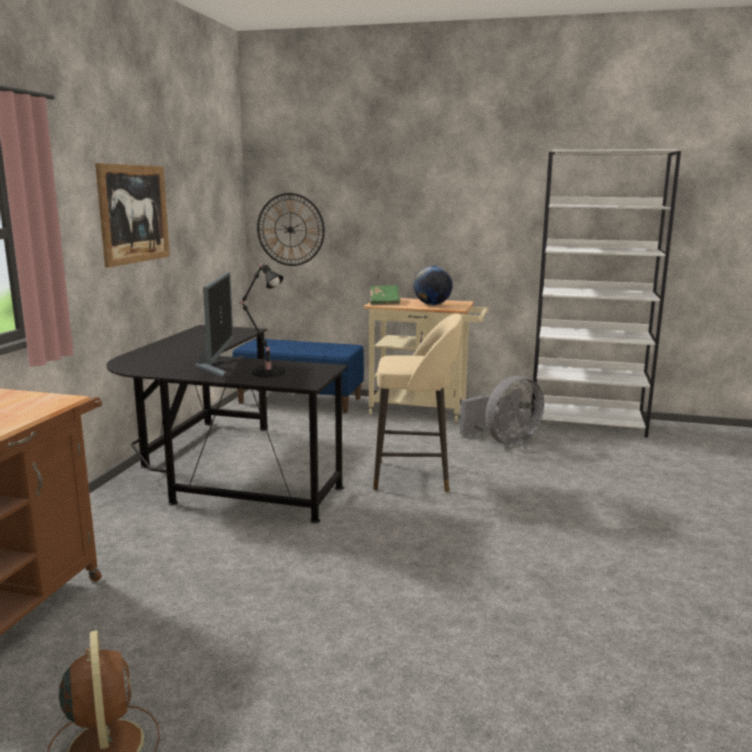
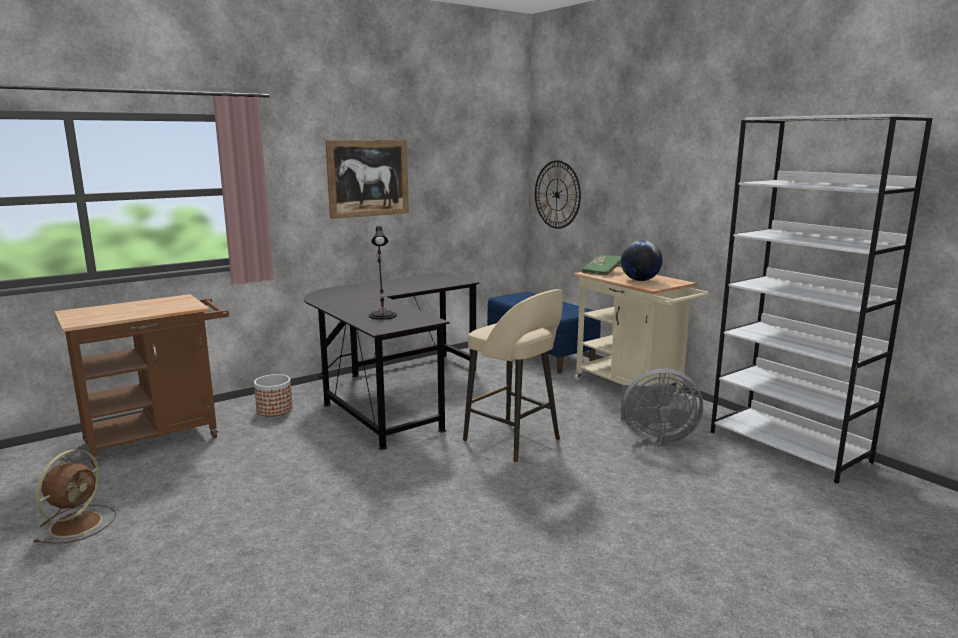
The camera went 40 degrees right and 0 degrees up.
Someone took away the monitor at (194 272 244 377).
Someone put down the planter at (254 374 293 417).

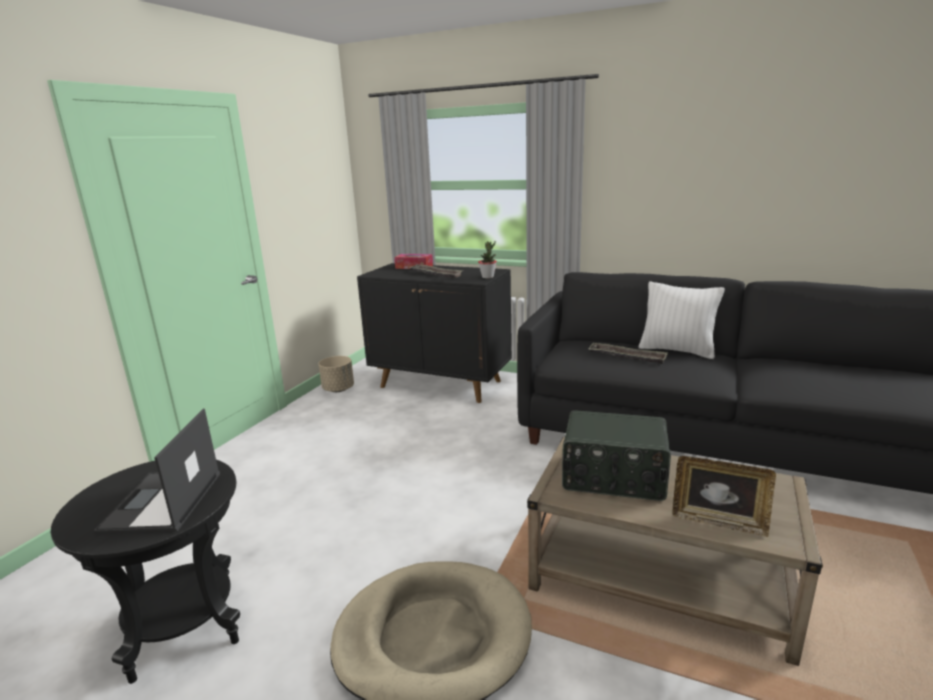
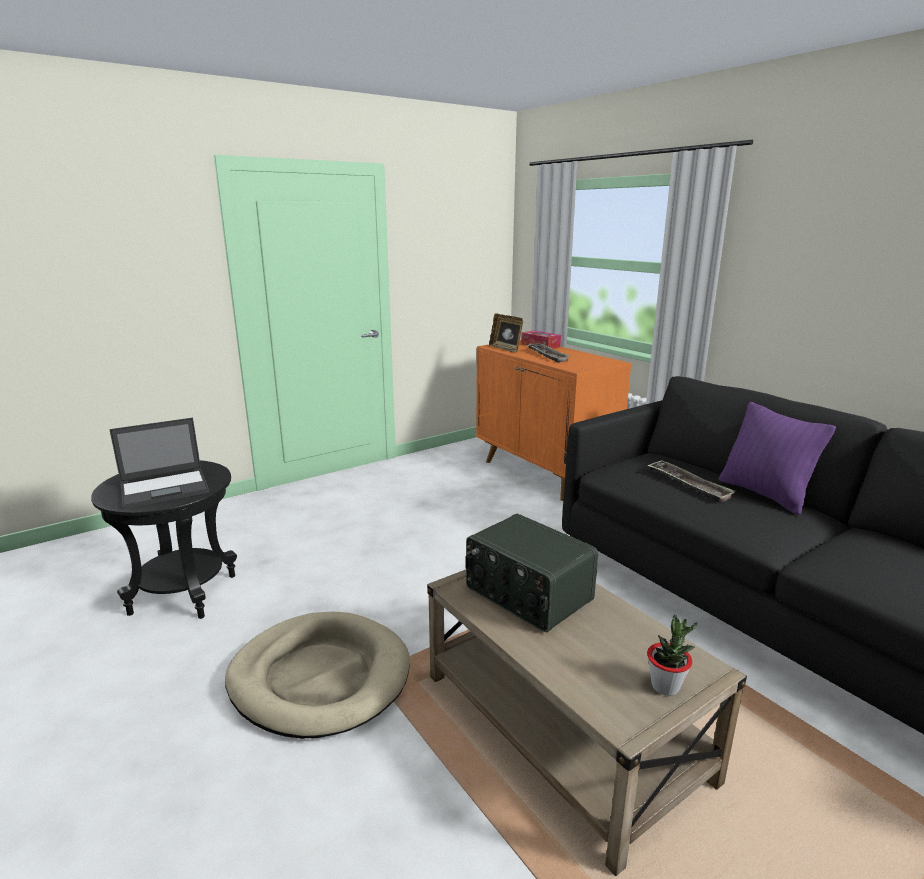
The camera went 30 degrees right and 0 degrees up.
Someone took away the planter in beige at (319 356 354 392).
Someone carried the potted plant from (478 241 497 278) to (647 614 698 696).
Someone carried the picture frame from (672 456 776 537) to (489 313 523 353).
Someone repainted the cabinet in black at (357 263 512 403), which became the cabinet in orange at (476 340 631 501).
Someone repainted the pillow in white at (639 282 725 359), which became the pillow in purple at (719 402 836 515).
Someone rotated the laptop at (94 409 220 534) by 150 degrees counterclockwise.

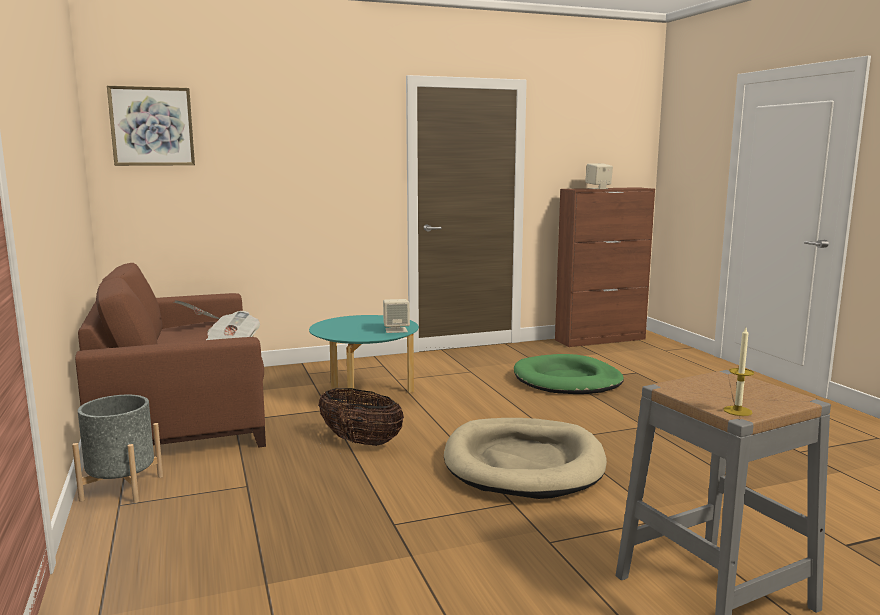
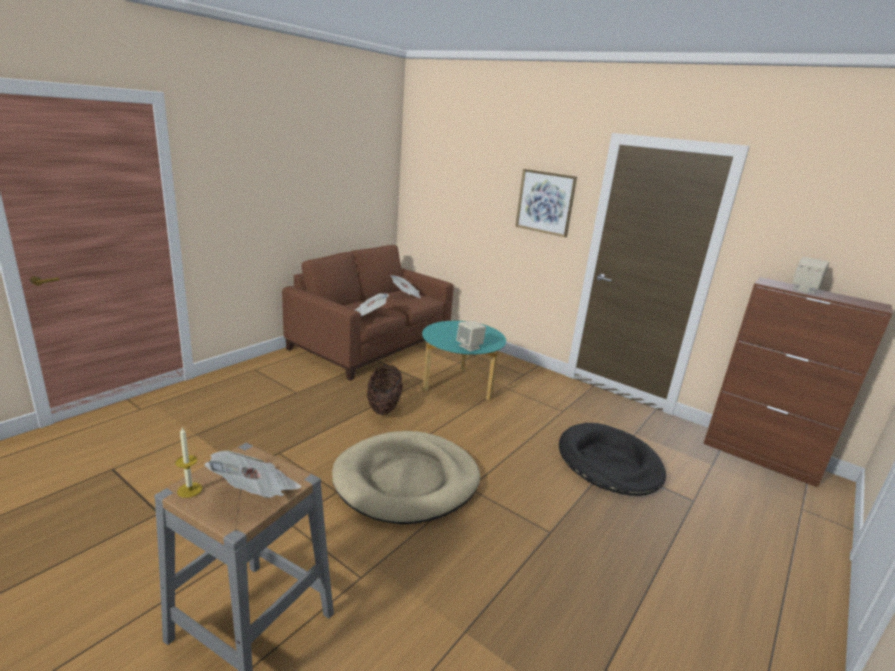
The camera went 55 degrees right and 10 degrees up.
Someone took away the planter in grey at (72 395 163 503).
Someone put down the newspaper at (204 450 301 498).
Someone carried the picture from (107 86 195 166) to (515 169 577 237).
Someone repainted the dog bed in green at (514 354 624 394), which became the dog bed in black at (559 423 666 496).

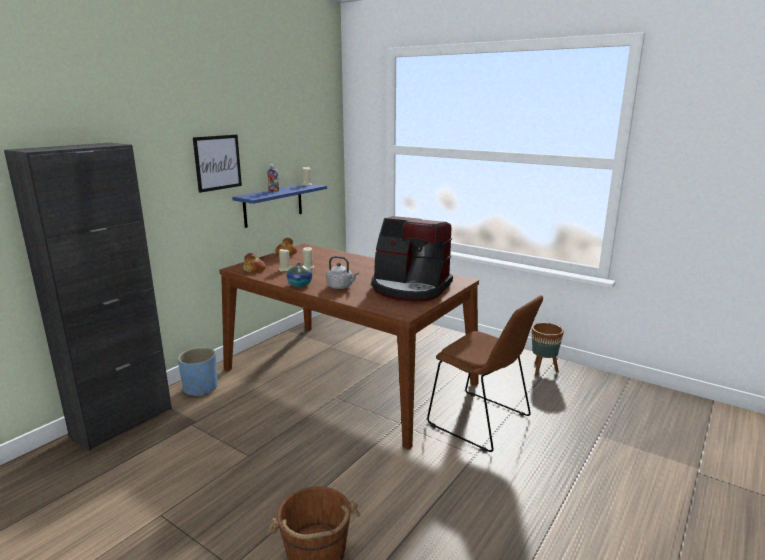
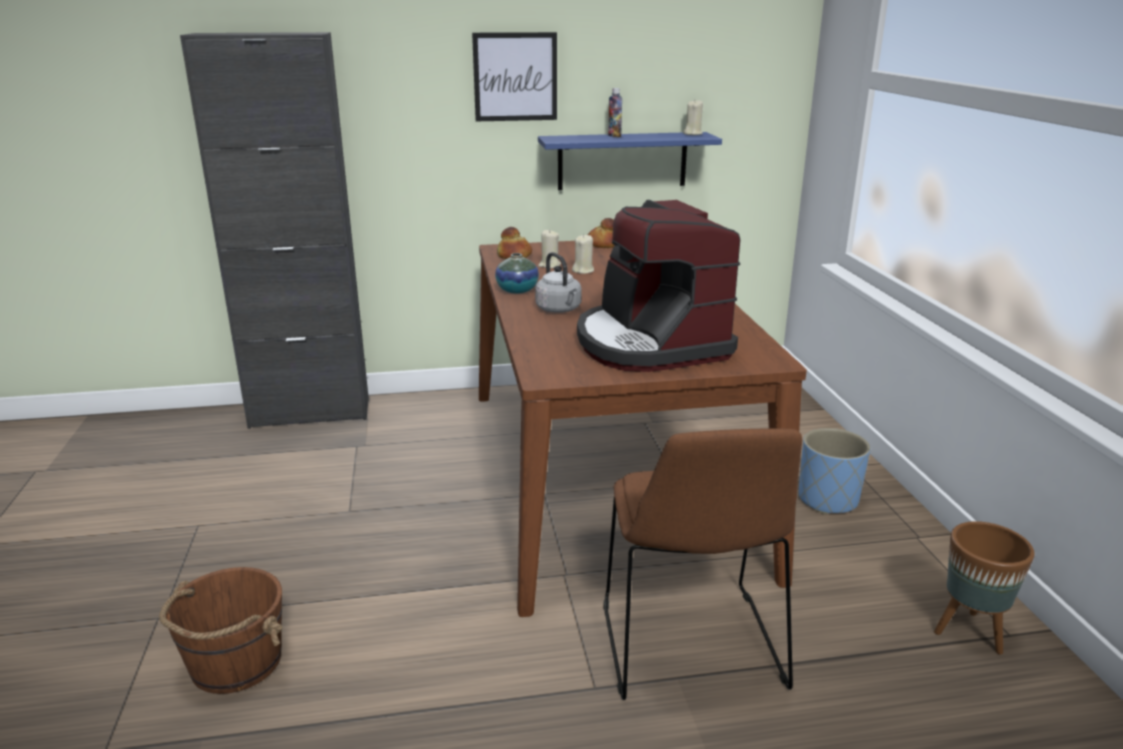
The camera went 45 degrees right and 5 degrees up.
Someone carried the planter in blue from (178 348 218 396) to (799 428 871 515).

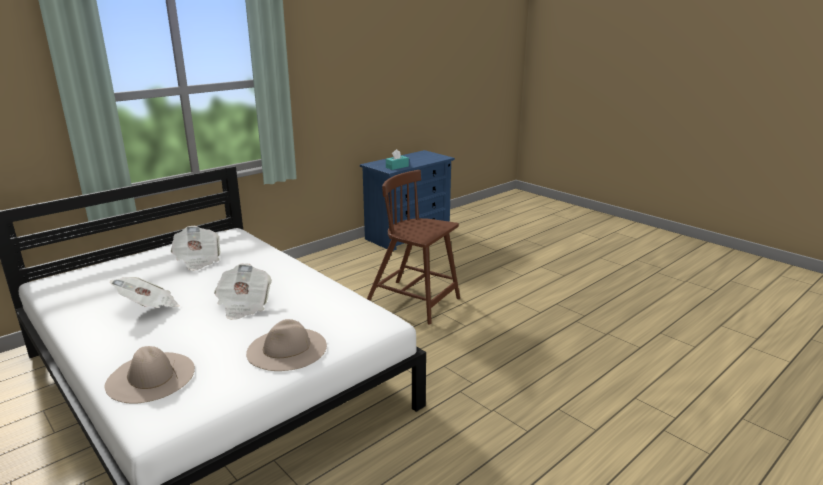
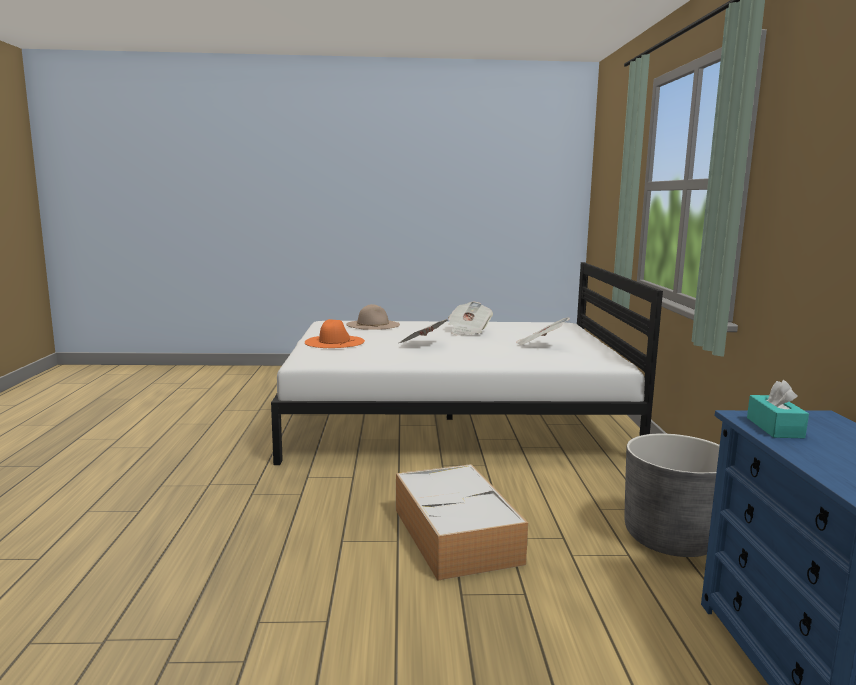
The camera went 130 degrees right and 10 degrees down.
Someone put down the planter in grey at (625 434 720 557).
Someone swapped the chair in brown at (367 170 460 325) for the storage box at (396 464 528 581).
Someone repainted the hat in beige at (246 319 327 371), which became the hat in orange at (305 319 365 348).

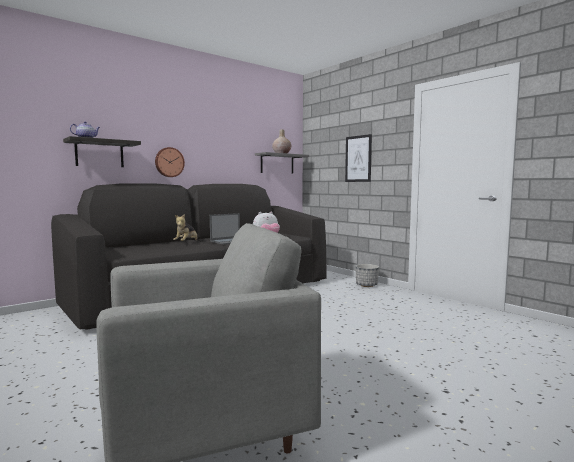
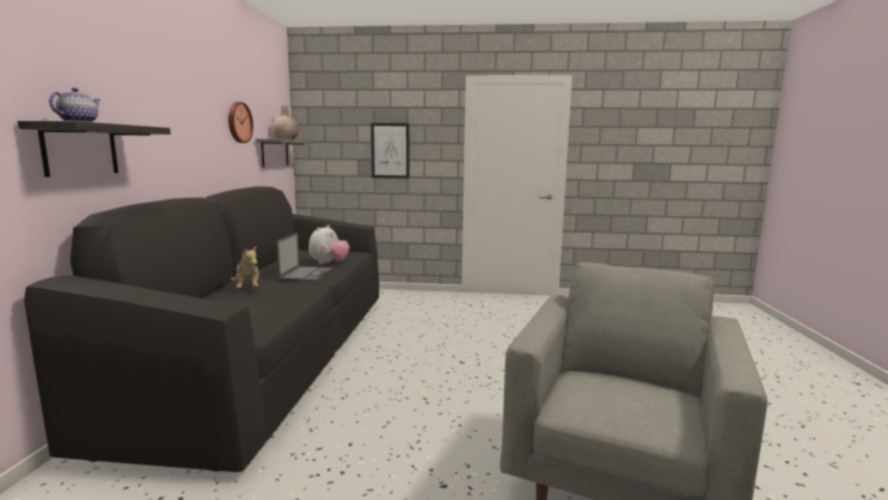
The camera went 45 degrees left and 5 degrees up.
Someone took away the planter at (355 264 379 287).
Someone carried the wall clock from (155 147 185 177) to (228 102 253 143).

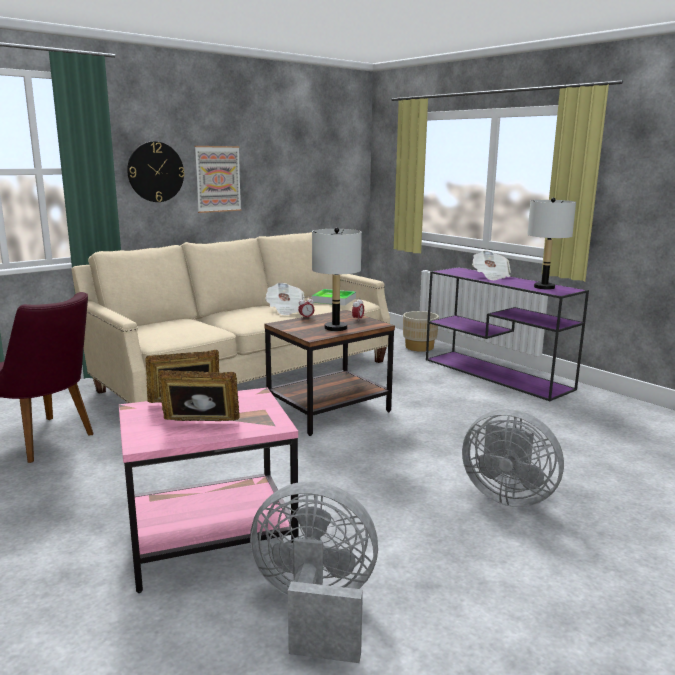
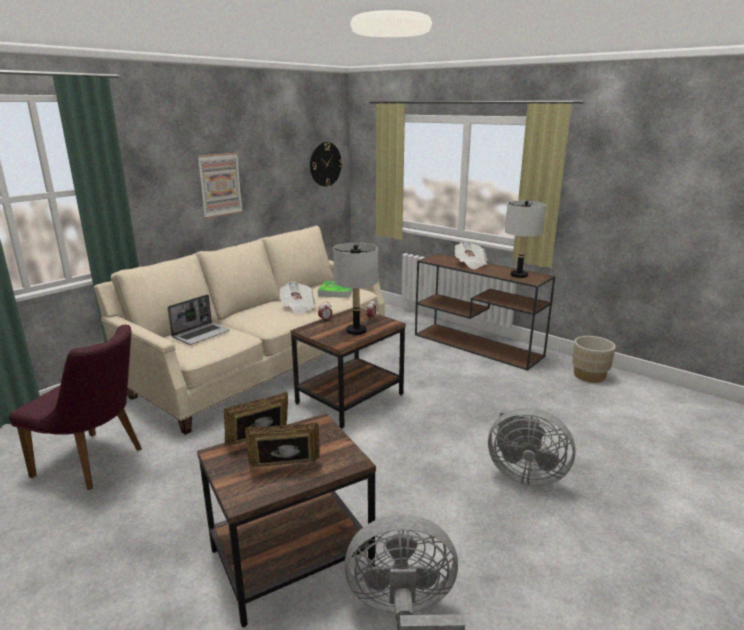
The camera went 10 degrees left and 5 degrees up.
Someone put down the laptop at (168 294 230 345).
Someone carried the wall clock from (127 142 185 202) to (310 142 343 187).
Someone carried the planter in beige from (403 311 439 352) to (572 336 616 383).
Someone repainted the side table in pink at (119 388 299 593), which became the side table in brown at (197 413 376 627).
Someone repainted the console table in purple at (426 267 589 401), which became the console table in brown at (415 253 555 371).

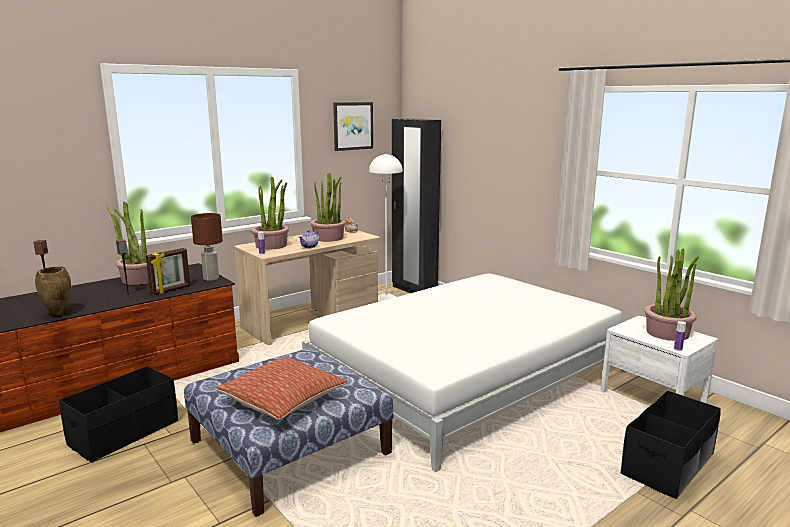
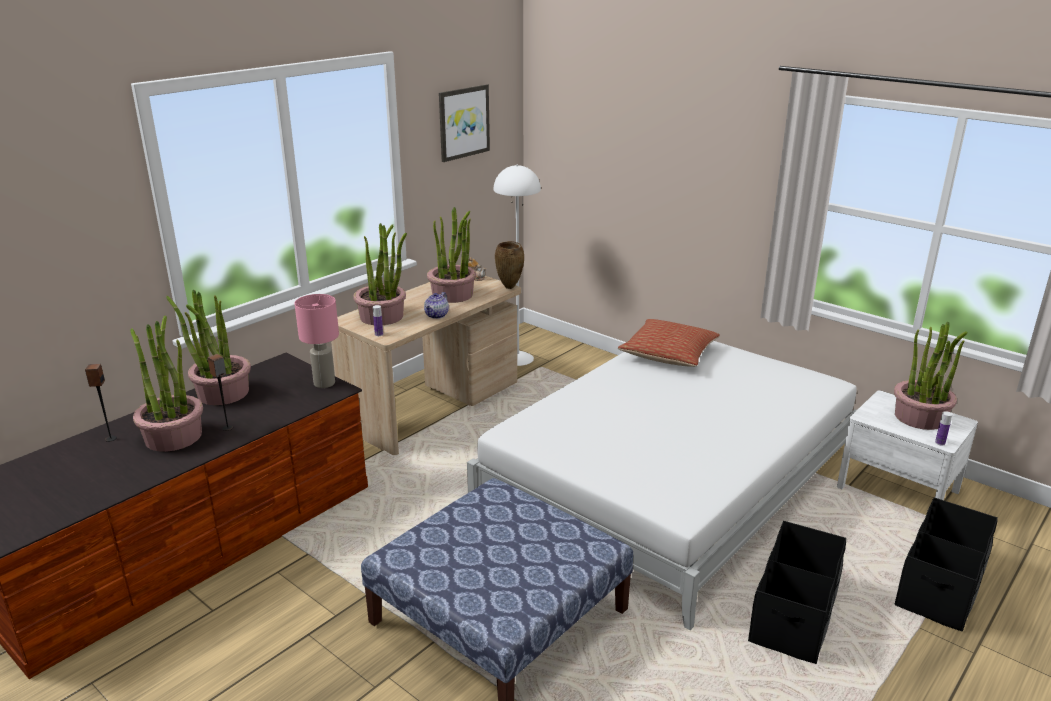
The camera went 10 degrees left and 10 degrees up.
Someone took away the picture frame at (146 248 190 295).
Someone took away the wardrobe in black at (392 118 441 293).
Someone put down the potted plant at (130 315 203 452).
Someone carried the vase in brown from (35 267 71 316) to (495 241 524 289).
Someone carried the storage box in black from (59 366 178 463) to (748 521 846 664).
Someone carried the pillow from (216 357 347 420) to (618 319 720 367).
Someone repainted the table lamp in brown at (191 213 223 281), which became the table lamp in pink at (294 294 339 388).

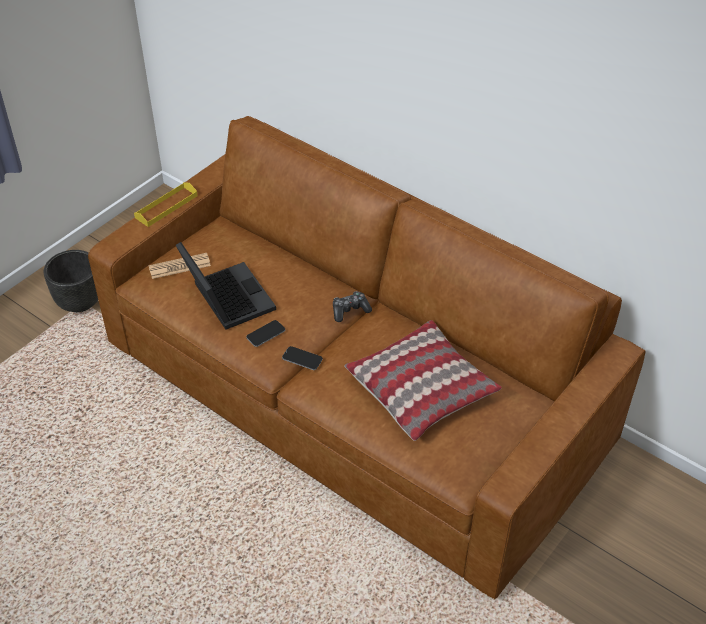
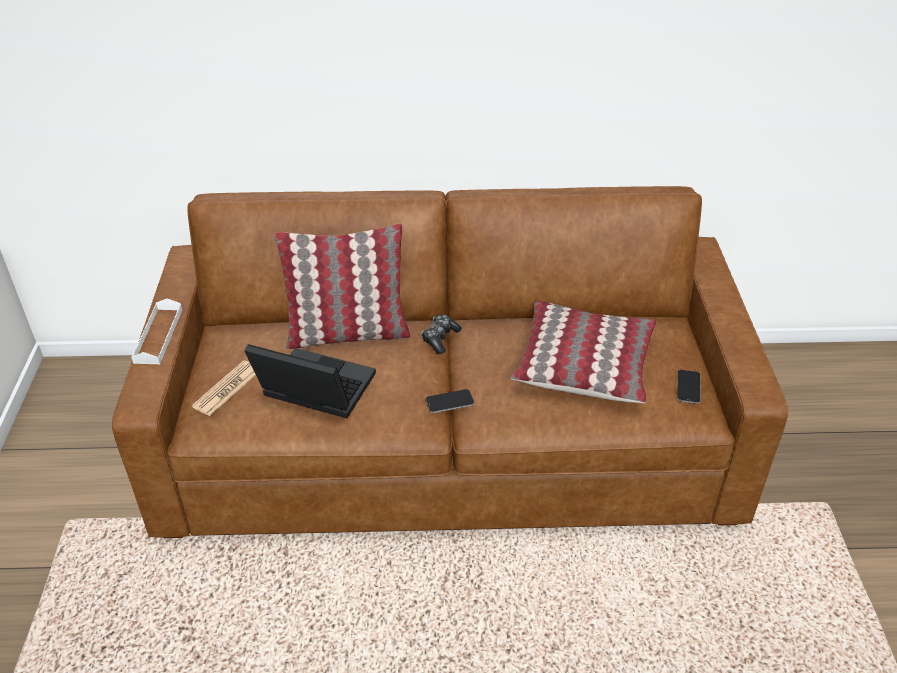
The camera went 40 degrees left and 5 degrees down.
Someone took away the planter in black at (44 250 98 312).
Someone put down the pillow at (275 223 410 349).
Someone carried the phone from (246 320 285 347) to (677 370 701 404).
Someone repainted the tray in yellow at (134 182 198 227), which became the tray in white at (131 298 182 364).

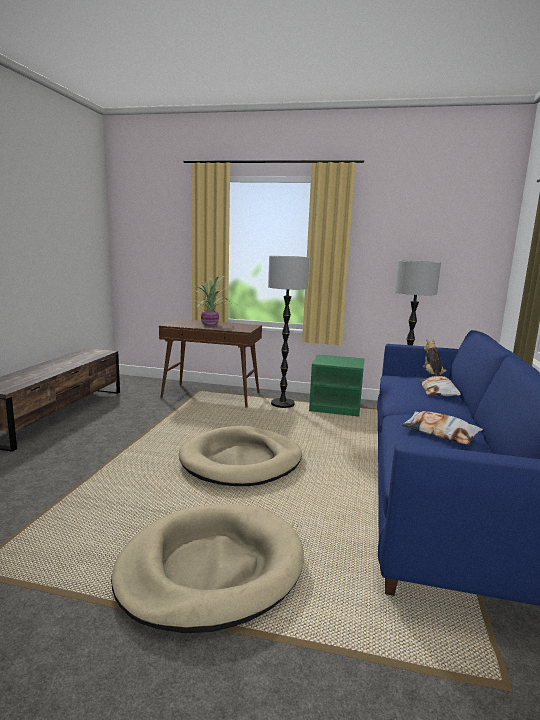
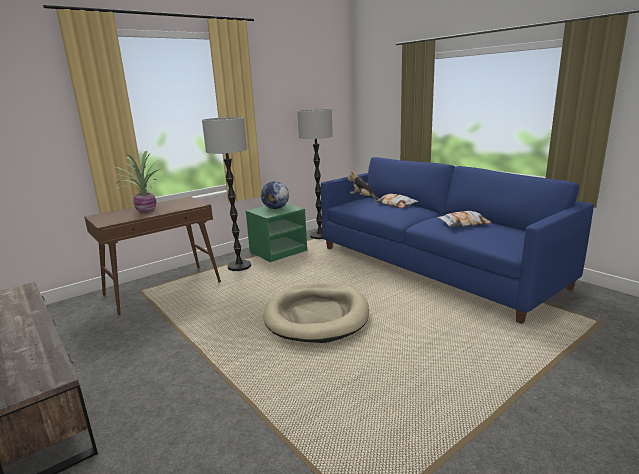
The camera went 50 degrees left and 5 degrees up.
Someone took away the dog bed in beige at (111 504 304 633).
Someone put down the globe at (261 181 289 209).

